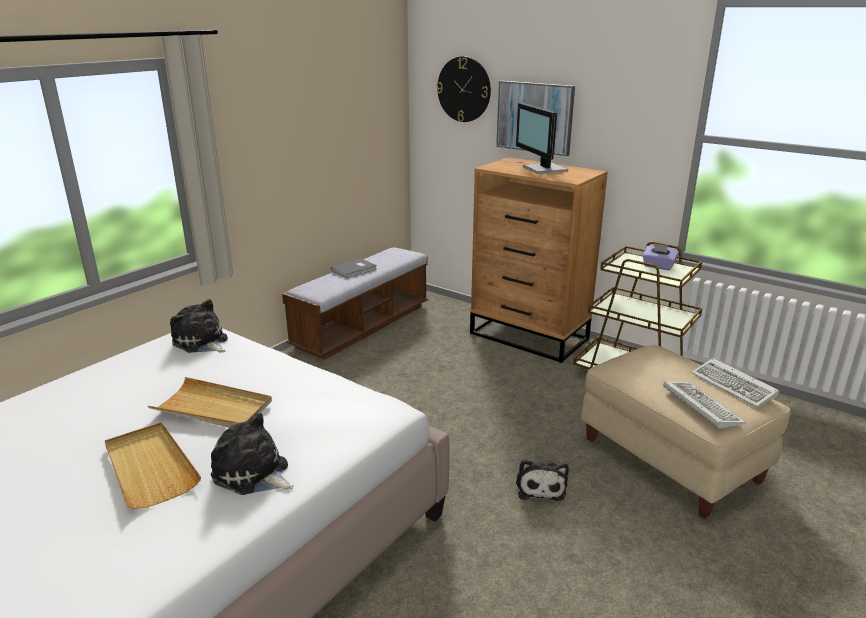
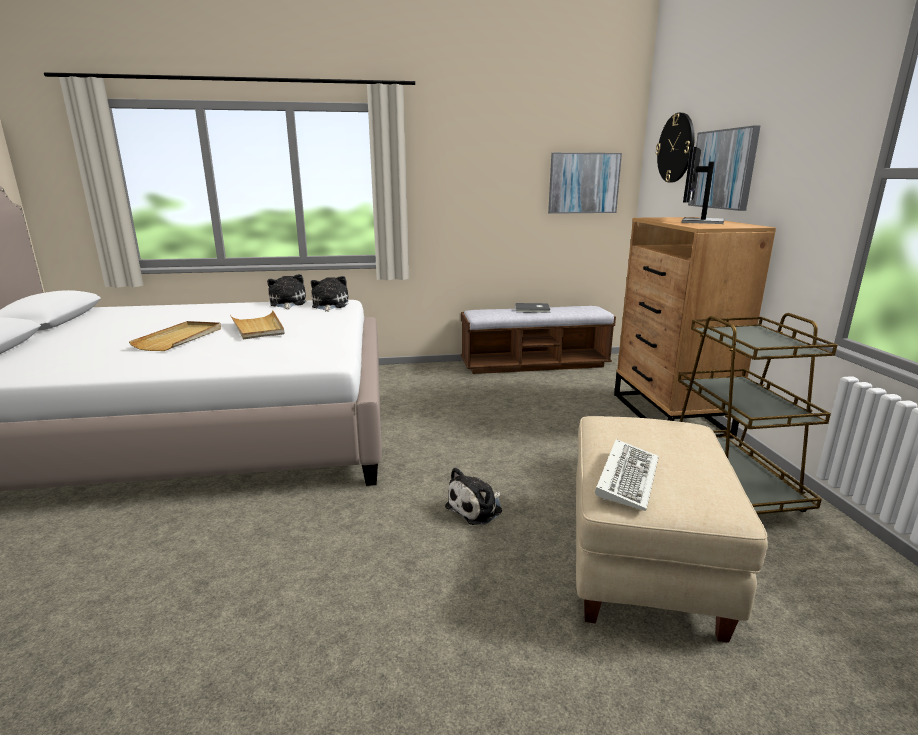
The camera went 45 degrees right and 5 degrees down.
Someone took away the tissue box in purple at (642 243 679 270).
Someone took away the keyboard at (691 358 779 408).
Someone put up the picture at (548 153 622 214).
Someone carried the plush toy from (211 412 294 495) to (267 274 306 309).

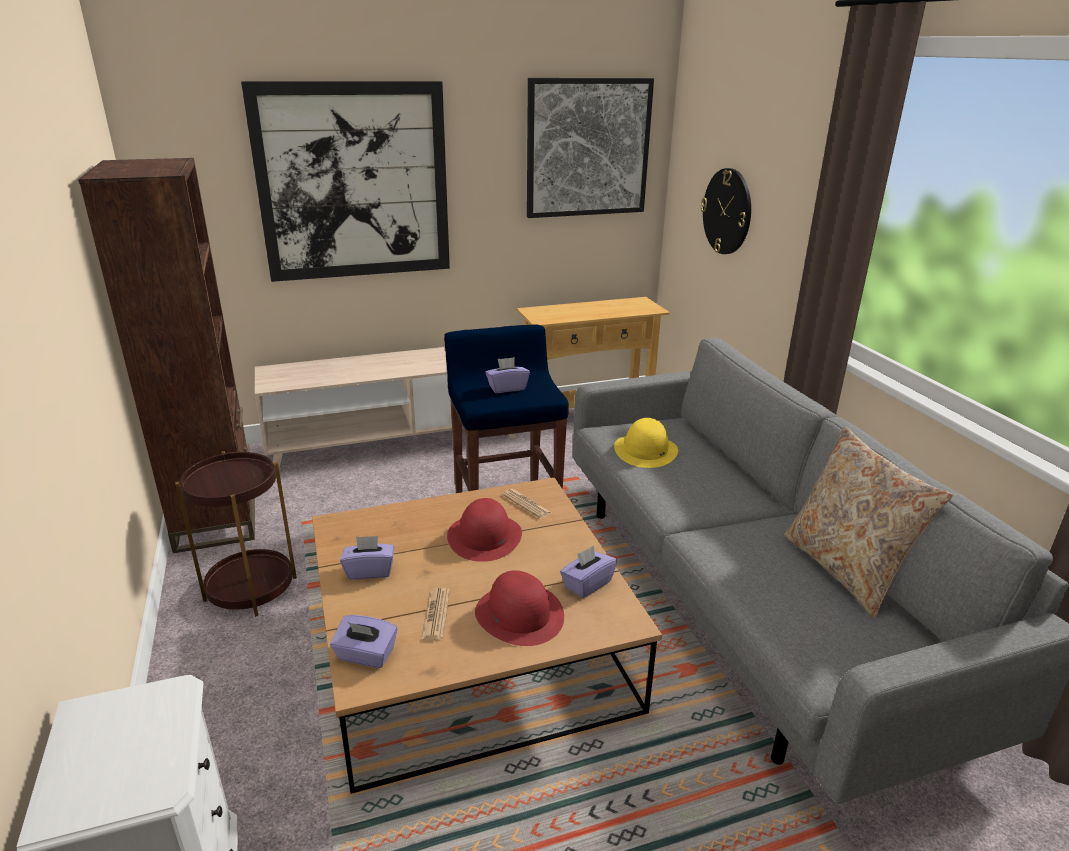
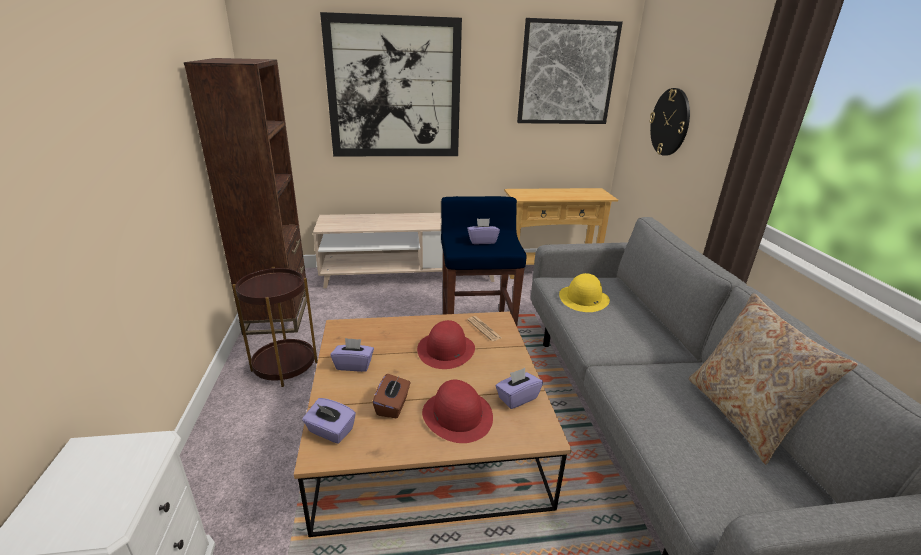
The camera went 10 degrees right and 0 degrees up.
Someone swapped the newspaper at (421 588 450 640) for the tissue box in brown at (372 374 410 419).

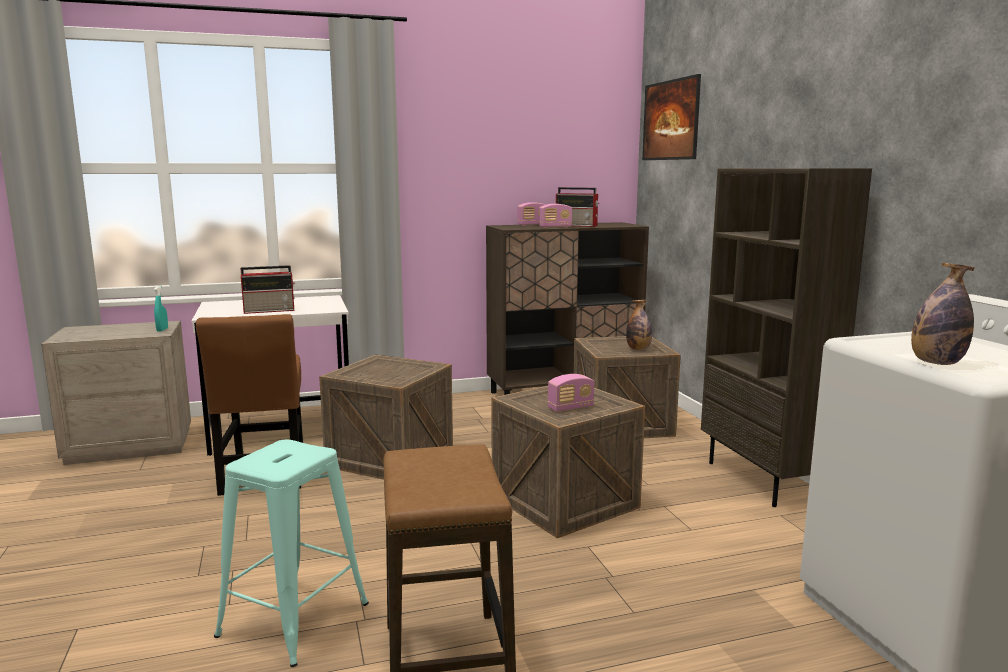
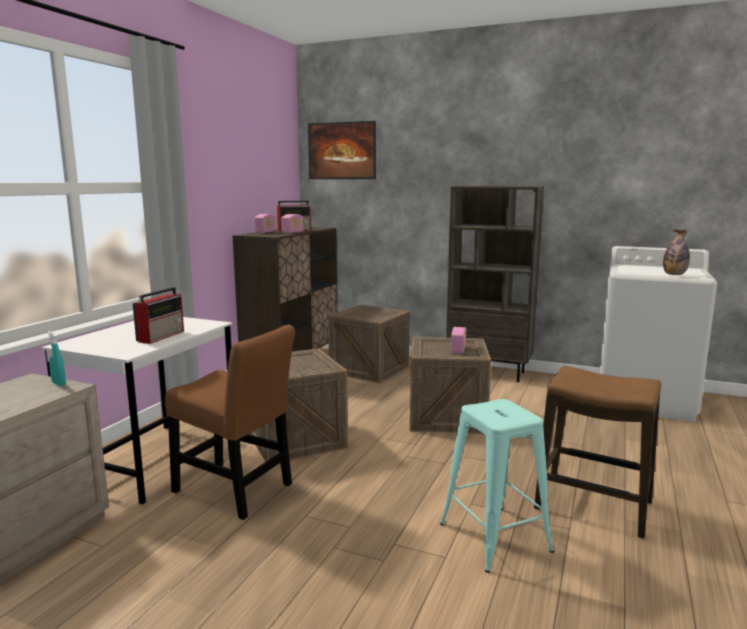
The camera went 50 degrees left and 0 degrees up.
Someone took away the bottle at (626 300 652 350).

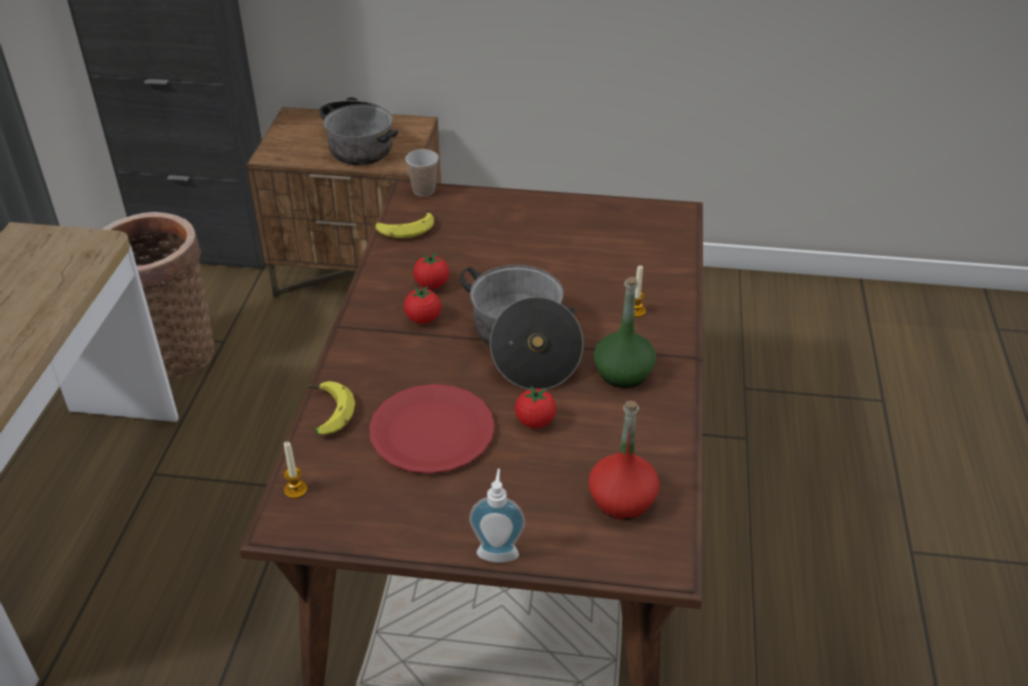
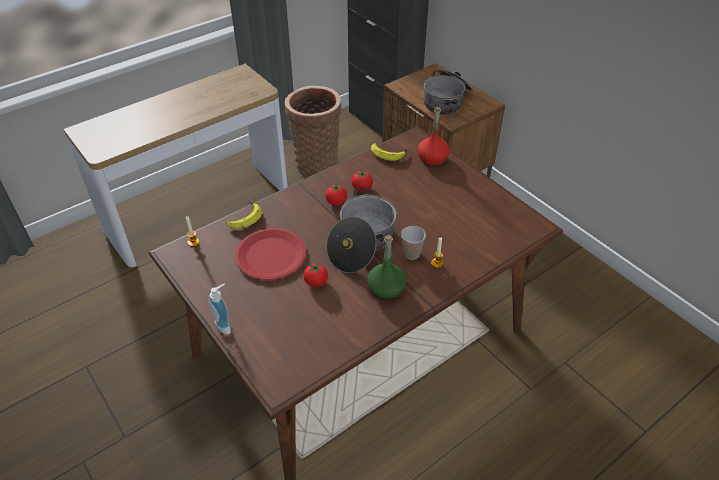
The camera went 45 degrees right and 5 degrees up.
Someone carried the cup from (405 149 439 196) to (401 226 426 260).
Someone carried the bottle in red from (588 401 660 520) to (418 107 450 166).

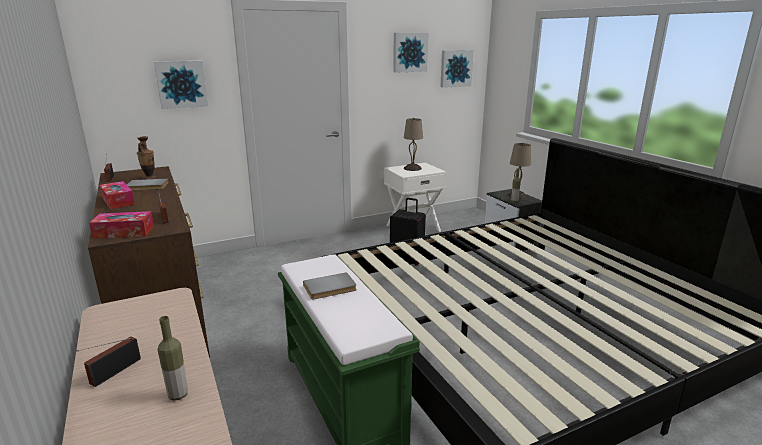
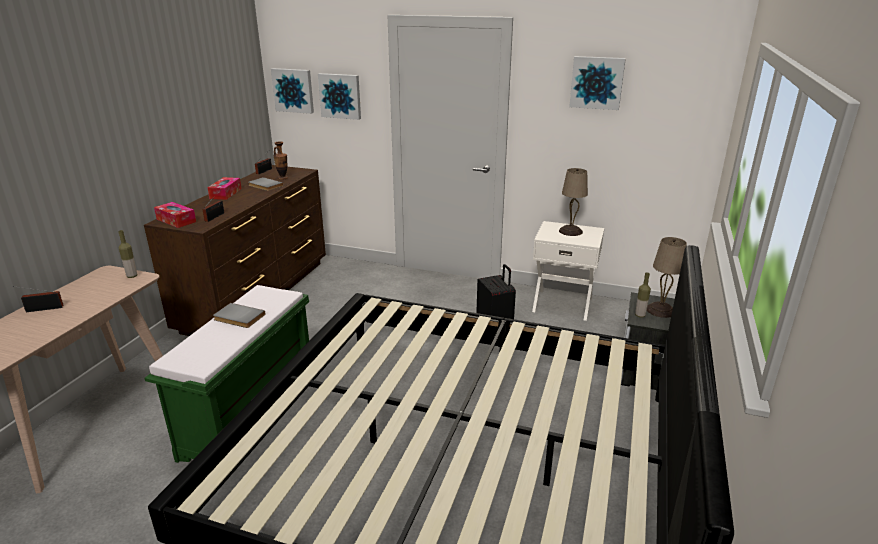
The camera went 45 degrees right and 5 degrees up.
Someone carried the bottle from (158 316 188 401) to (118 230 137 278).
Someone carried the picture from (440 50 474 88) to (271 68 314 114).

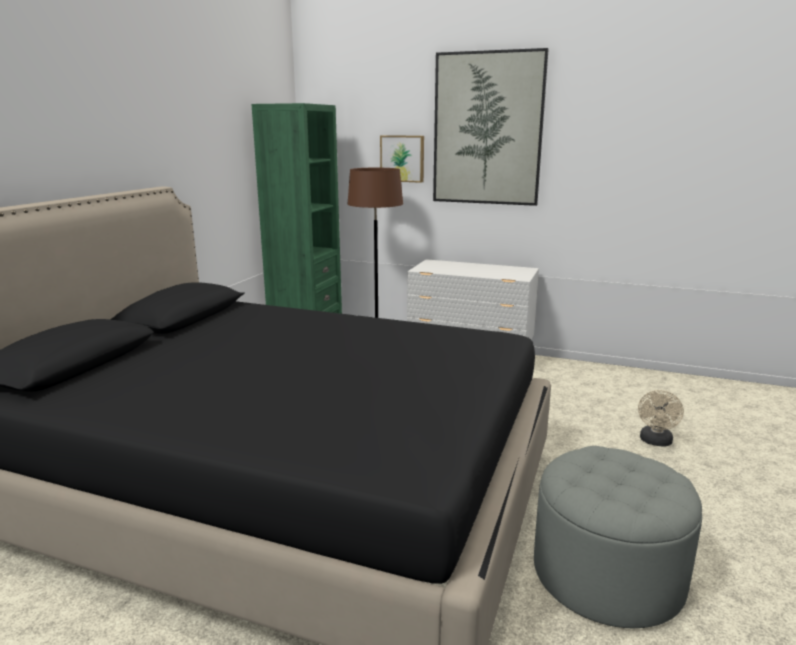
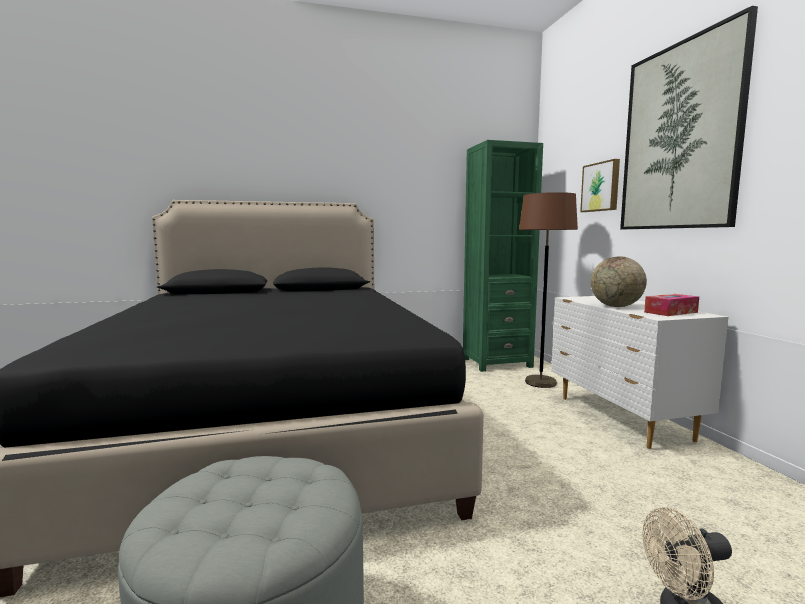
The camera went 55 degrees right and 10 degrees down.
Someone put down the globe at (591 256 647 307).
Someone put down the tissue box at (644 294 699 316).

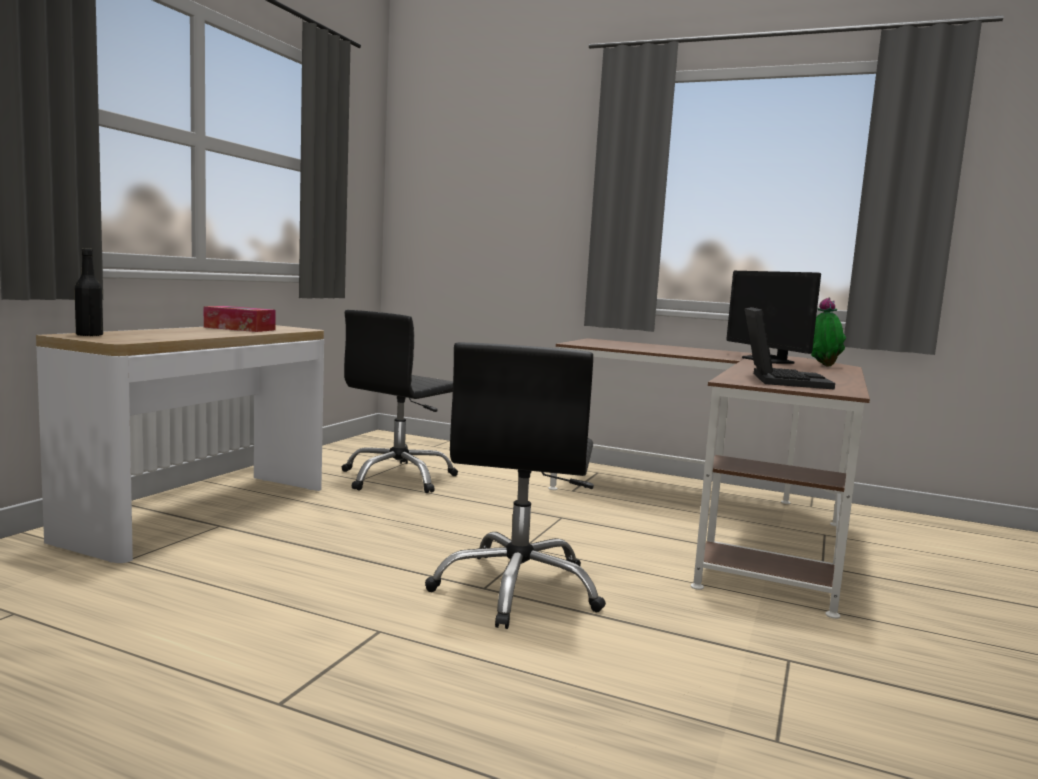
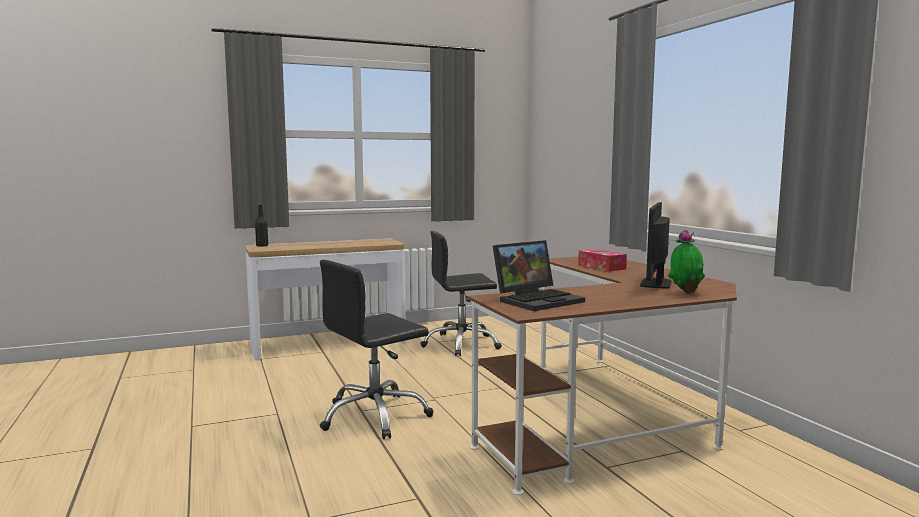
The camera went 45 degrees right and 0 degrees up.
Someone carried the tissue box from (204 306 276 332) to (578 249 627 271).

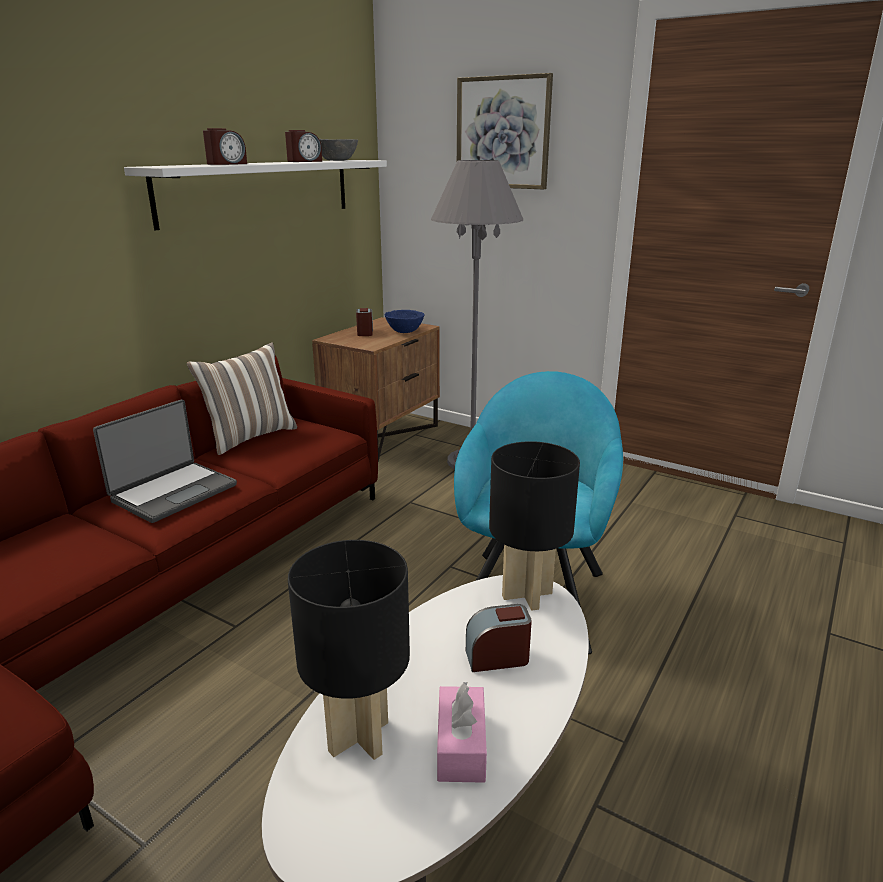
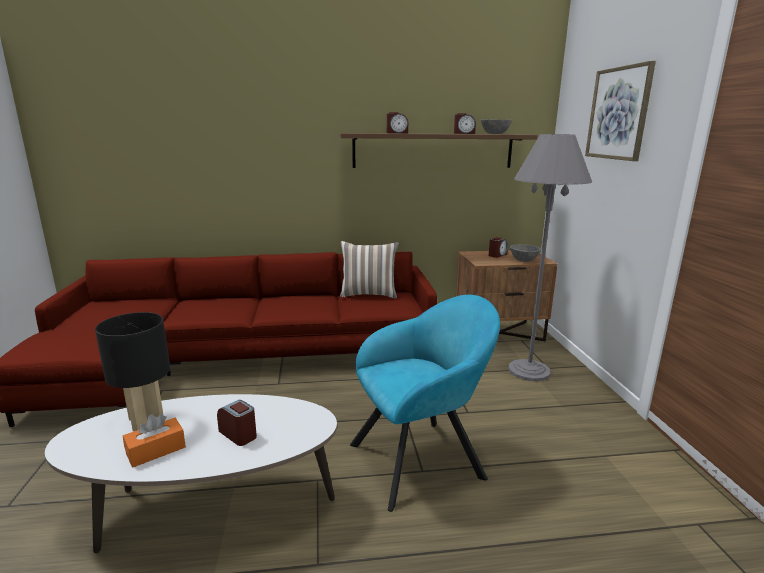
The camera went 50 degrees right and 5 degrees down.
Someone took away the laptop at (93 400 237 523).
Someone took away the table lamp in black at (489 441 580 610).
Someone repainted the shelf in white at (124 160 387 230), which became the shelf in brown at (340 133 538 168).
Someone repainted the bowl in blue at (385 310 425 333), which became the bowl in grey at (510 244 541 262).
Someone repainted the tissue box in pink at (437 682 487 783), which became the tissue box in orange at (123 414 186 468).

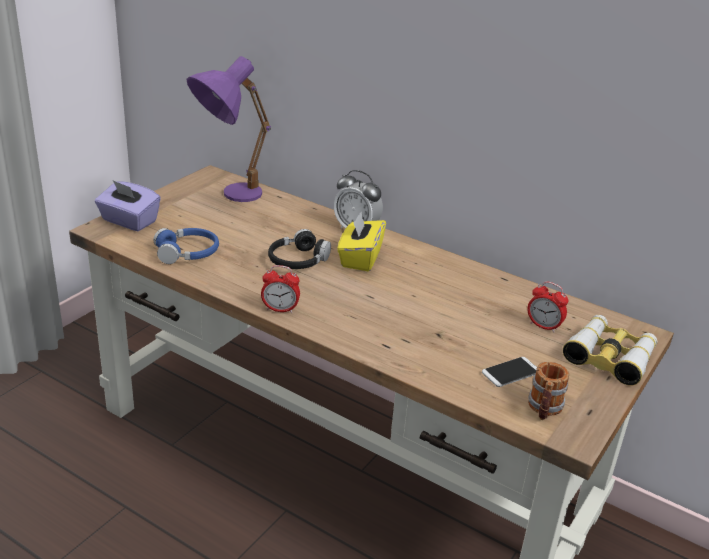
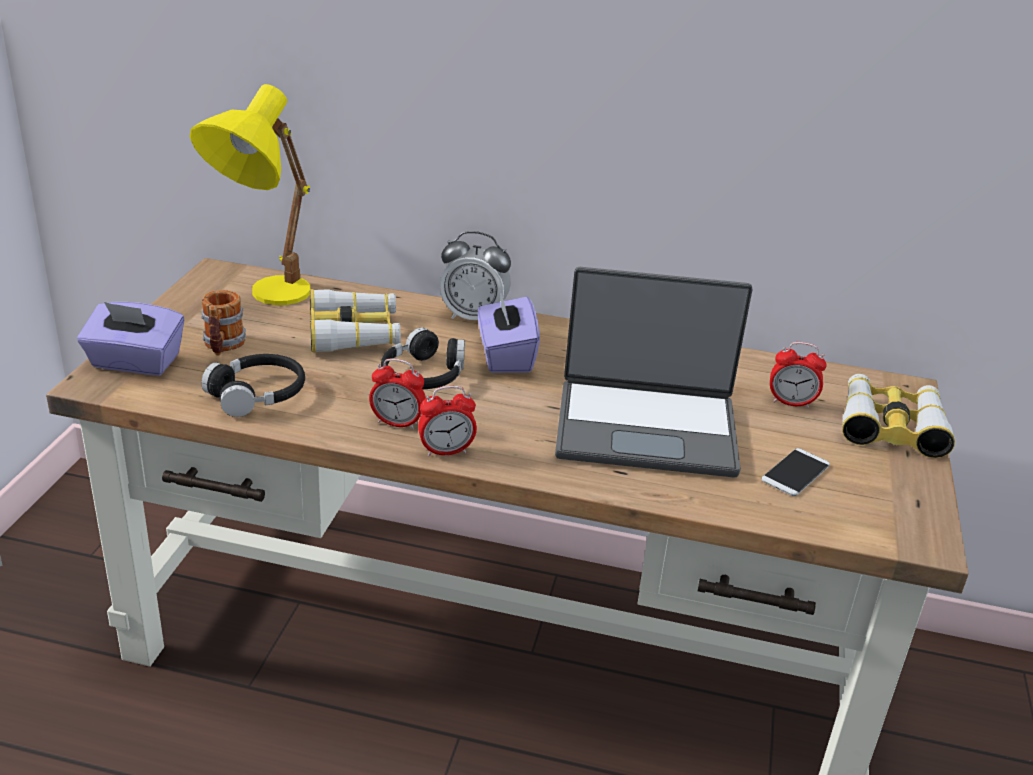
The camera went 20 degrees left and 0 degrees up.
Someone put down the binoculars at (310 289 401 353).
Someone put down the alarm clock at (369 358 426 430).
Someone put down the laptop at (555 267 753 477).
Someone carried the mug from (528 362 569 420) to (201 290 246 355).
Someone repainted the headphones in blue at (153 228 219 264), which became the headphones in black at (201 354 305 417).
Someone repainted the table lamp in purple at (186 56 271 202), which became the table lamp in yellow at (189 84 310 305).
Someone repainted the tissue box in yellow at (337 212 386 271), which became the tissue box in purple at (478 290 540 373).

